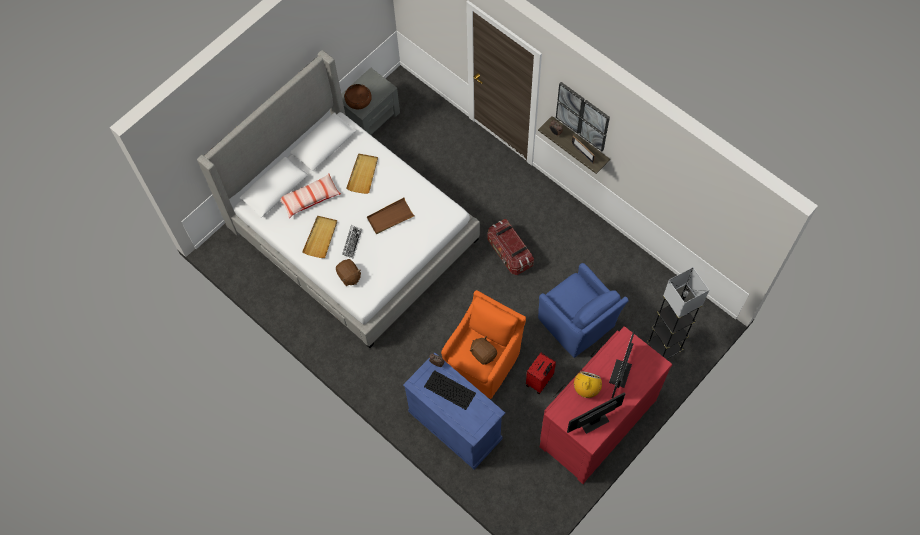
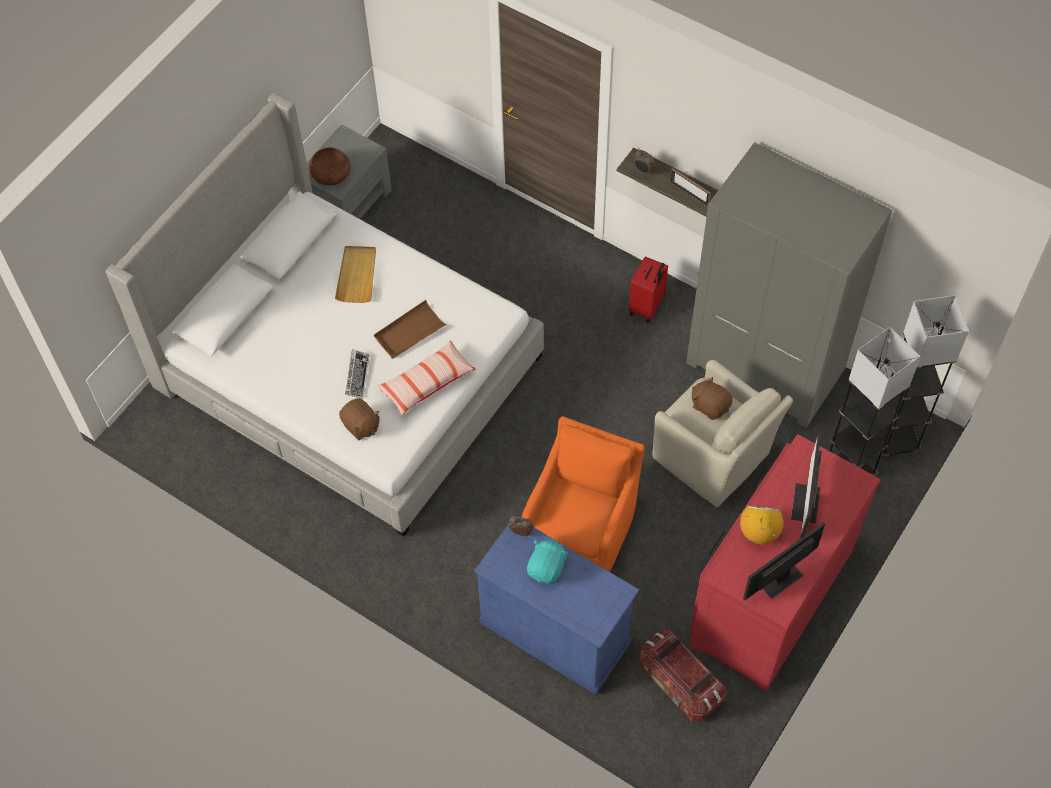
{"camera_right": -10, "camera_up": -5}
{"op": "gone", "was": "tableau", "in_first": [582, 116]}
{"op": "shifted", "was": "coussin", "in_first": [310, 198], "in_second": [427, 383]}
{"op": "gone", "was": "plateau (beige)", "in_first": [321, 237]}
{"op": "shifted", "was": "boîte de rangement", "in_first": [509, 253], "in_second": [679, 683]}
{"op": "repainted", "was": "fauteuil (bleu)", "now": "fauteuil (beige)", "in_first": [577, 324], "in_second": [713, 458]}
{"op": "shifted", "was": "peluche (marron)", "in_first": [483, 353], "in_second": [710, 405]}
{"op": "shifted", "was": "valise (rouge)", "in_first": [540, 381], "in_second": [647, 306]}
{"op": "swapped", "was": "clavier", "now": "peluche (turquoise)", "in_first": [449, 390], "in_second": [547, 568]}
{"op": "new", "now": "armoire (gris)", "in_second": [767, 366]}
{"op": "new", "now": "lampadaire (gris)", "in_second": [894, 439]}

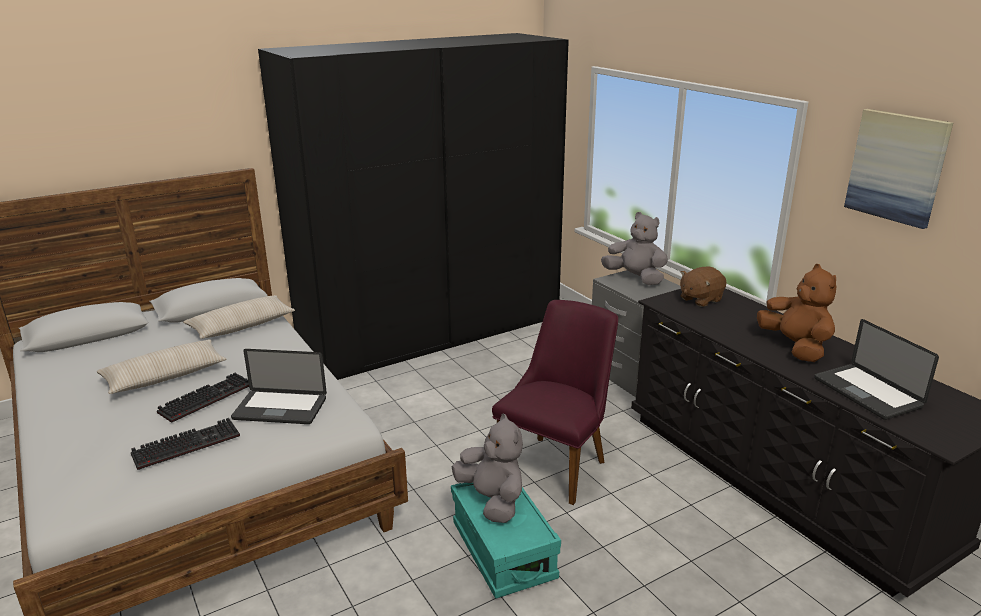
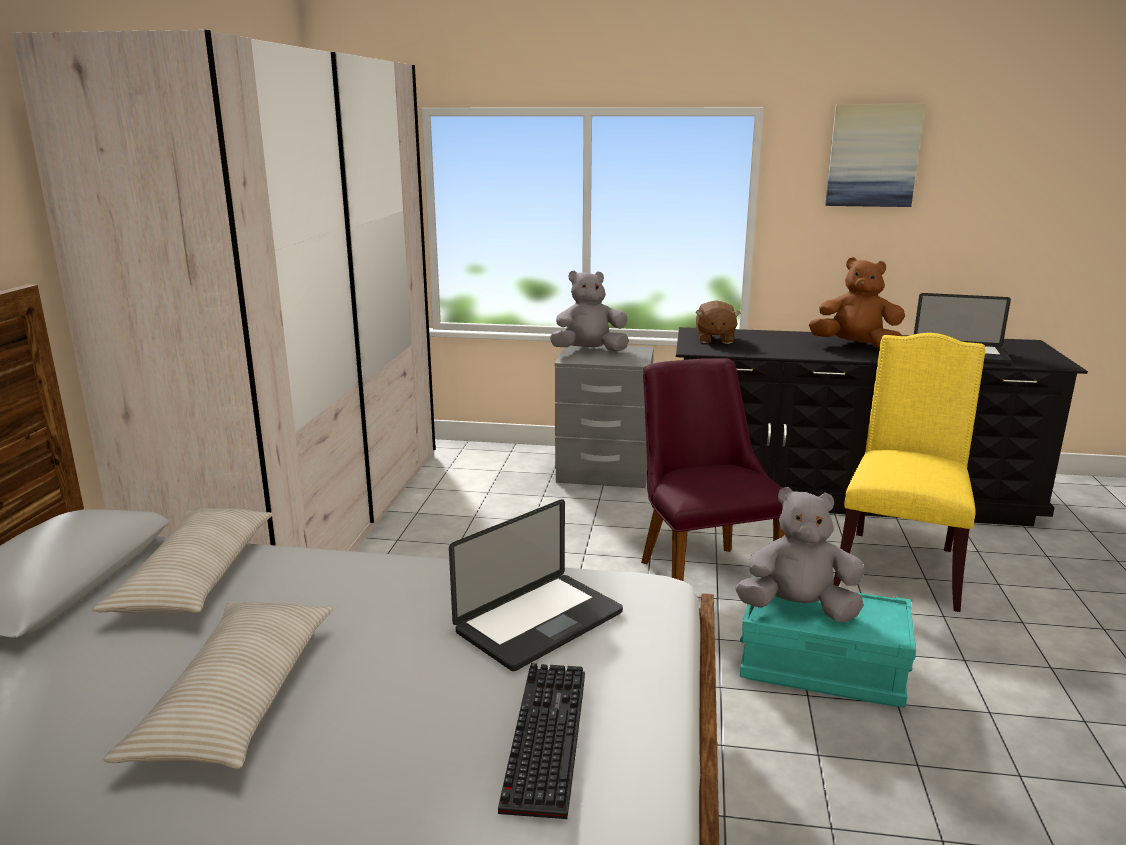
{"camera_right": -50, "camera_up": -5}
{"op": "repainted", "was": "armoire (noir)", "now": "armoire (beige)", "in_first": [432, 332], "in_second": [314, 526]}
{"op": "gone", "was": "clavier", "in_first": [206, 398]}
{"op": "new", "now": "chaise (jaune)", "in_second": [899, 565]}

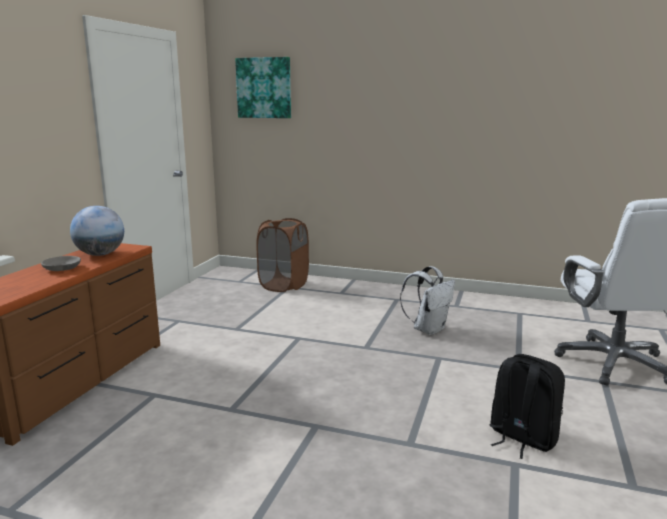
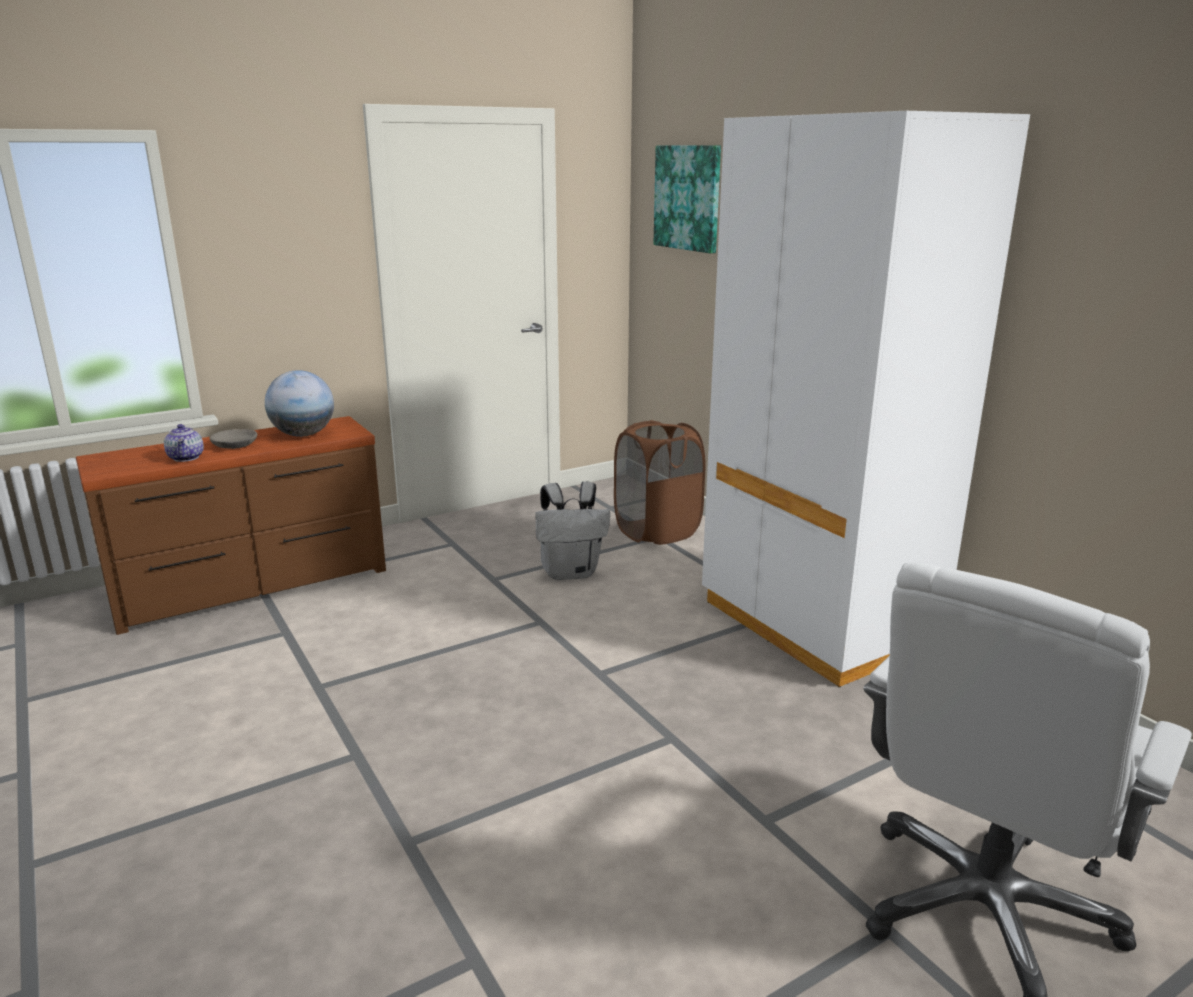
{"camera_right": 40, "camera_up": 5}
{"op": "shifted", "was": "sac à dos (blanc)", "in_first": [428, 329], "in_second": [571, 572]}
{"op": "gone", "was": "sac à dos (noir)", "in_first": [521, 438]}
{"op": "new", "now": "armoire (blanc)", "in_second": [816, 624]}
{"op": "new", "now": "théière", "in_second": [186, 457]}

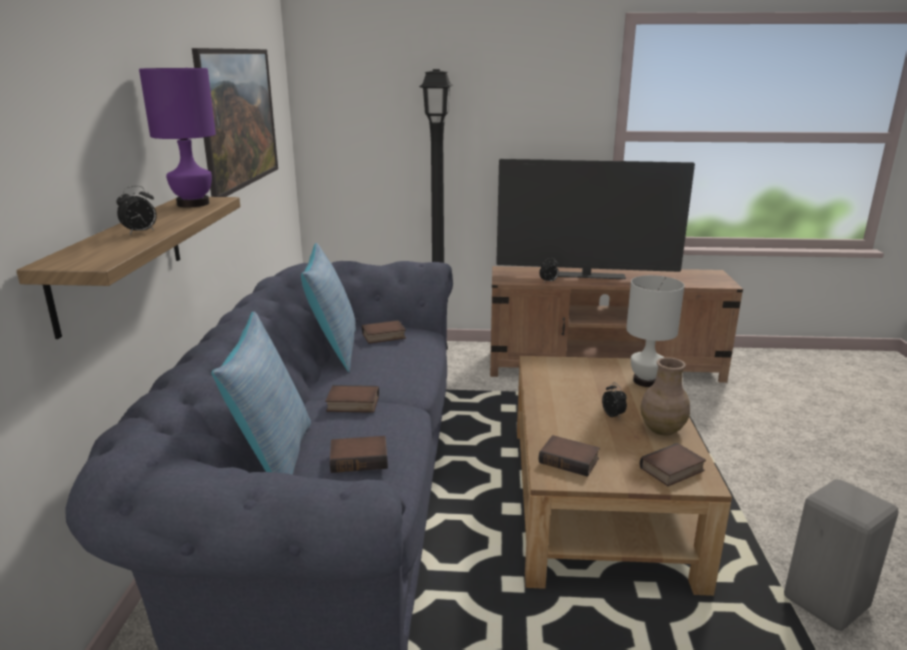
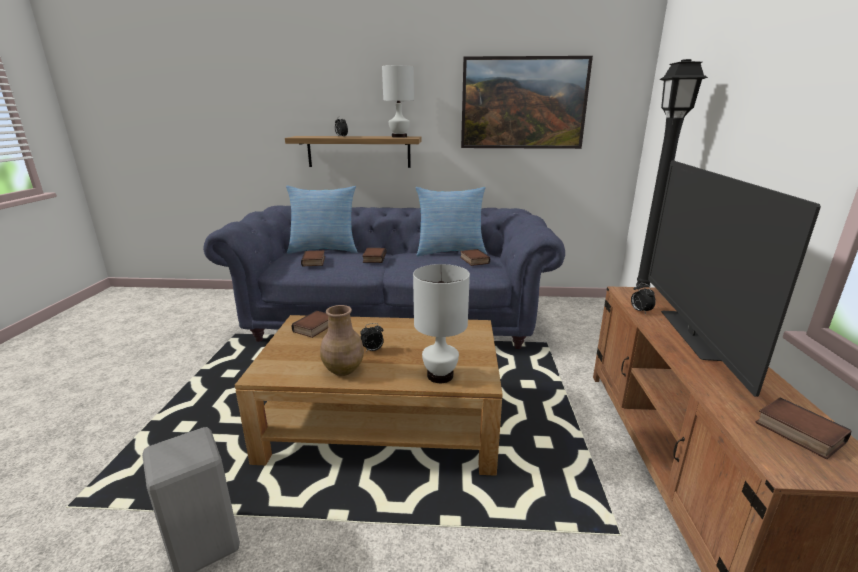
{"camera_right": 90, "camera_up": 0}
{"op": "repainted", "was": "lampe de table (violet)", "now": "lampe de table (blanc)", "in_first": [193, 204], "in_second": [399, 137]}
{"op": "shifted", "was": "livre", "in_first": [672, 470], "in_second": [797, 432]}

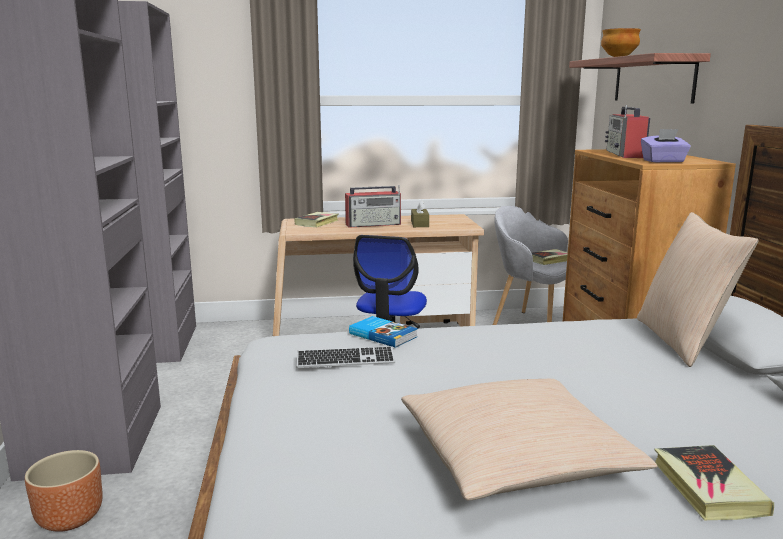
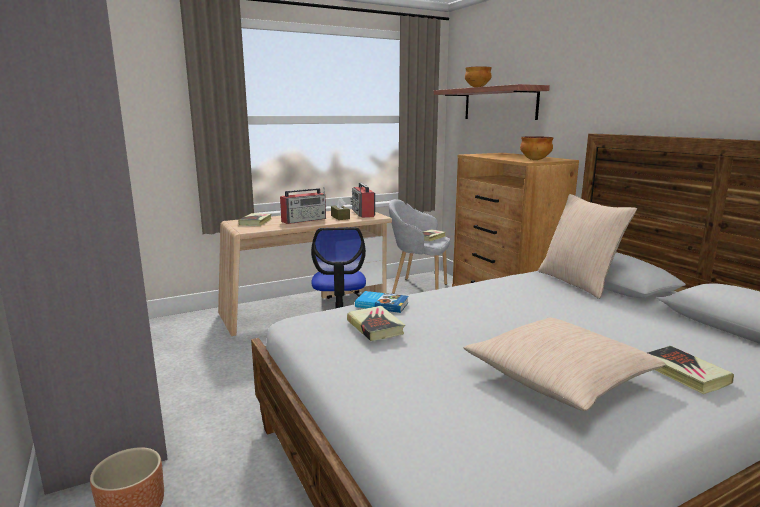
{"camera_right": -20, "camera_up": 0}
{"op": "shifted", "was": "radio", "in_first": [625, 154], "in_second": [363, 213]}
{"op": "swapped", "was": "boîte à mouchoirs (violet)", "now": "bol", "in_first": [663, 161], "in_second": [535, 160]}
{"op": "swapped", "was": "clavier", "now": "livre", "in_first": [345, 360], "in_second": [375, 327]}

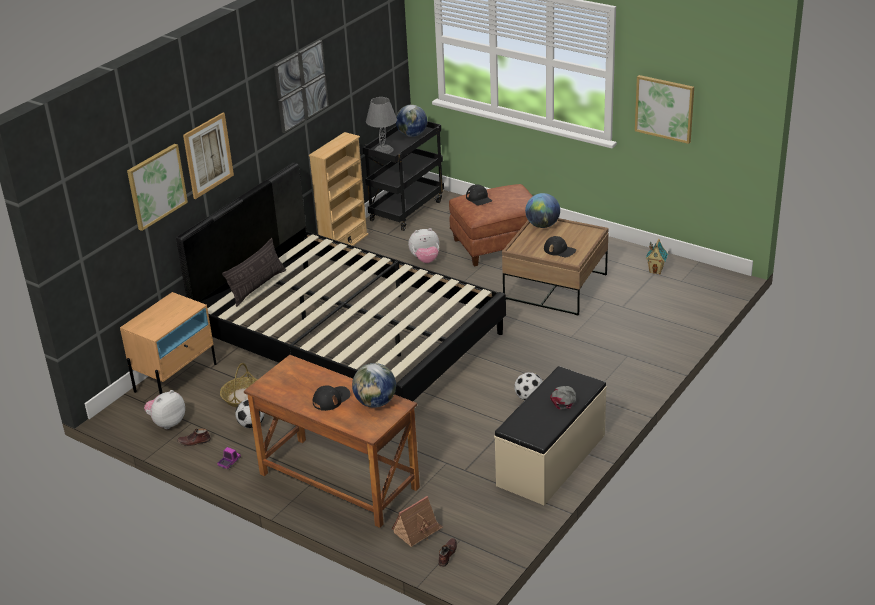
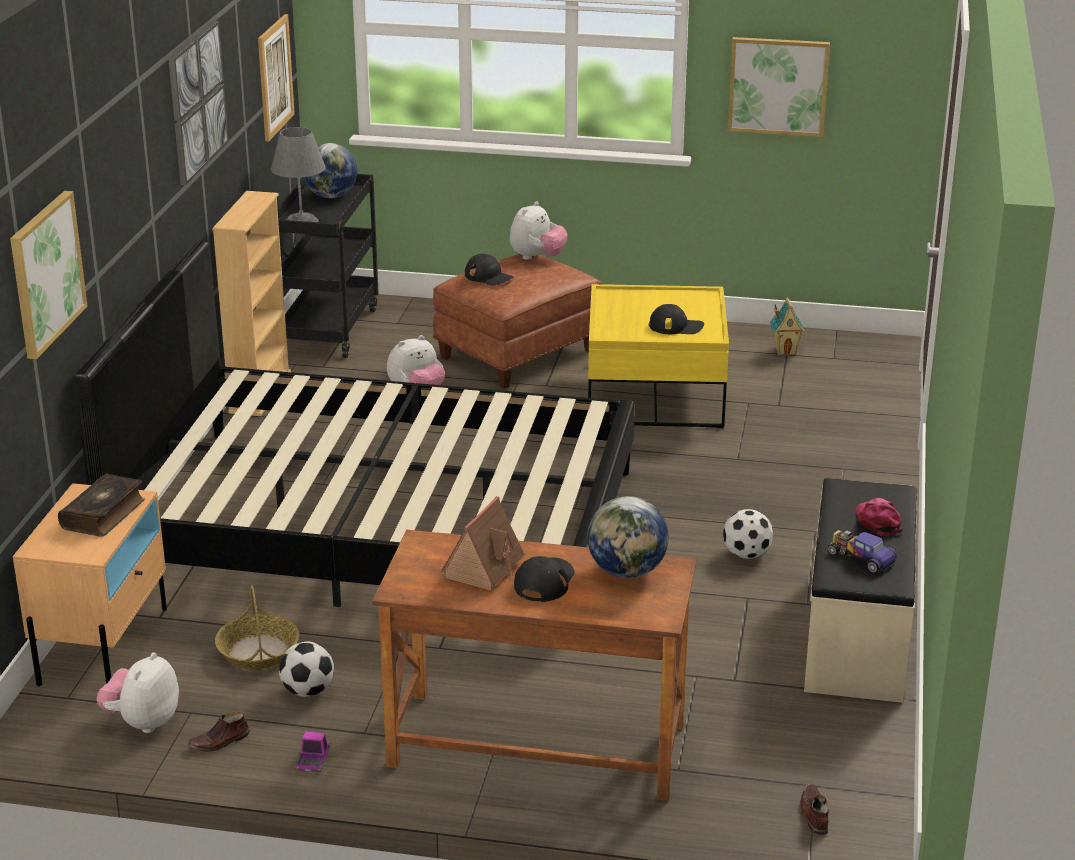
{"camera_right": -25, "camera_up": -5}
{"op": "shifted", "was": "tableau", "in_first": [208, 155], "in_second": [275, 77]}
{"op": "gone", "was": "globe", "in_first": [542, 225]}
{"op": "repainted", "was": "table basse (marron)", "now": "table basse (jaune)", "in_first": [555, 286], "in_second": [654, 395]}
{"op": "gone", "was": "coussin", "in_first": [257, 286]}
{"op": "repainted", "was": "casquette (gris)", "now": "casquette (rose)", "in_first": [563, 399], "in_second": [877, 521]}
{"op": "shifted", "was": "maison miniature", "in_first": [417, 530], "in_second": [485, 567]}
{"op": "new", "now": "peluche", "in_second": [537, 257]}
{"op": "new", "now": "livre", "in_second": [104, 514]}
{"op": "new", "now": "petite voiture", "in_second": [861, 557]}

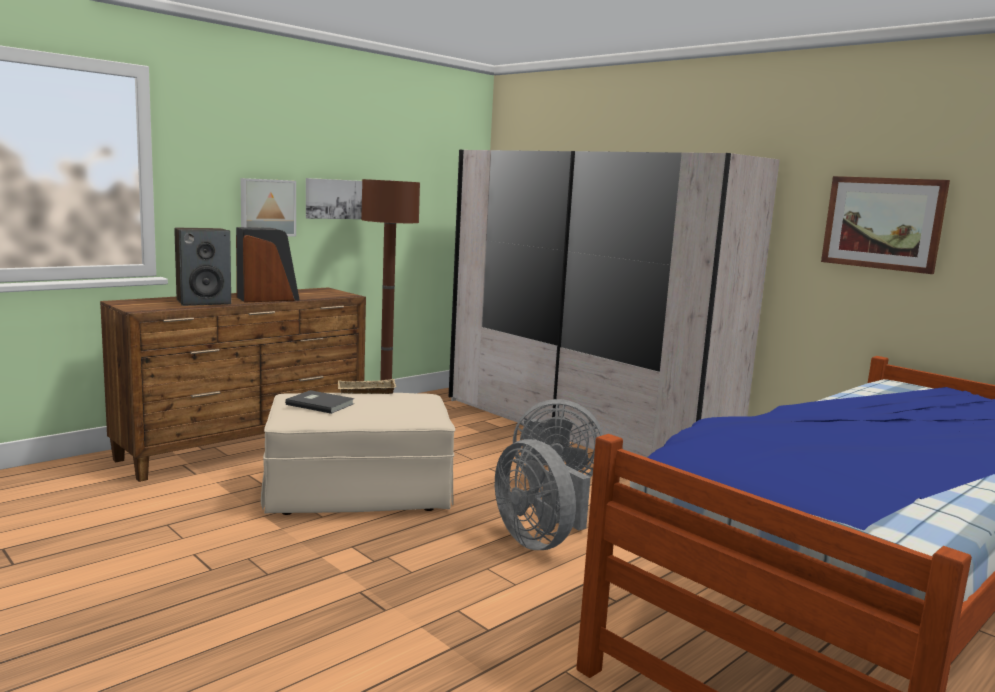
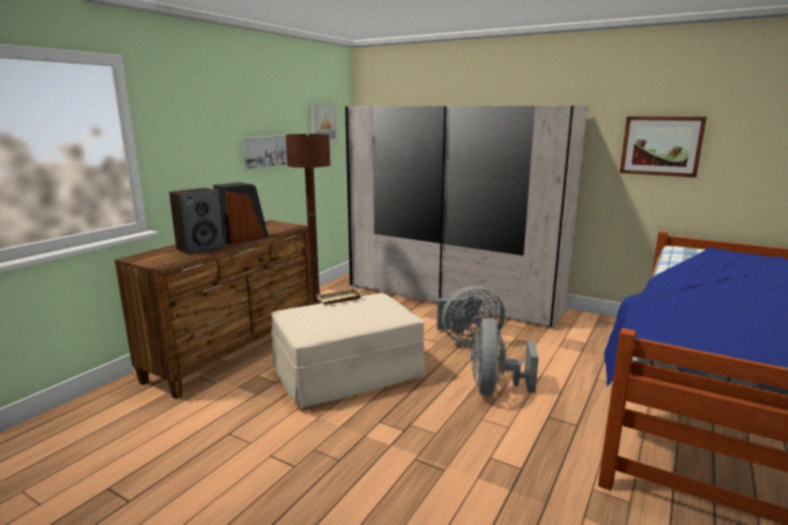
{"camera_right": -15, "camera_up": 5}
{"op": "shifted", "was": "tableau", "in_first": [267, 207], "in_second": [322, 122]}
{"op": "gone", "was": "livre (gris)", "in_first": [320, 403]}
{"op": "rotated", "was": "ventilateur (gris)", "in_first": [538, 540], "in_second": [495, 389], "clockwise": 60}

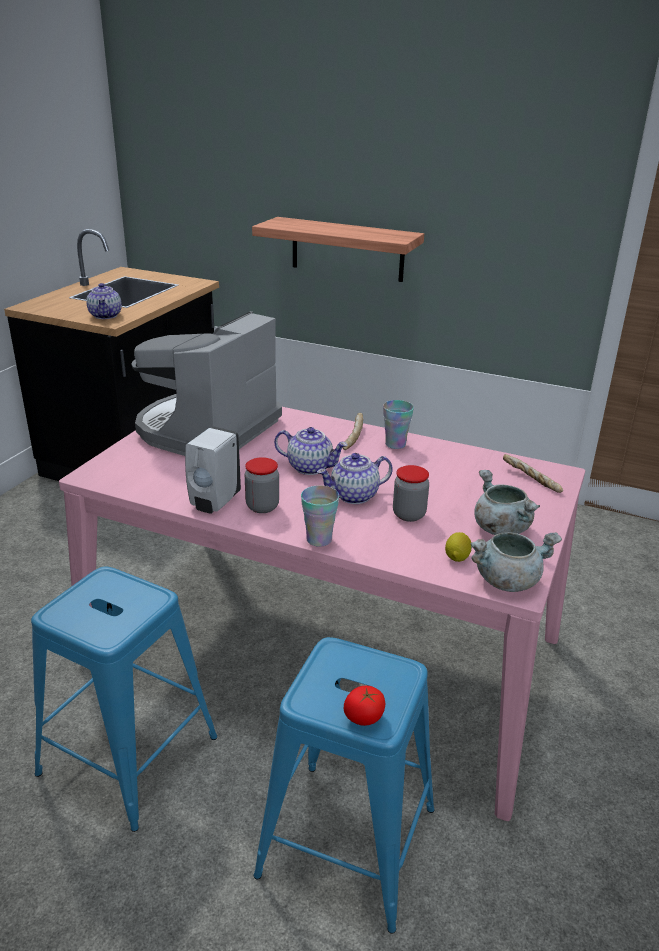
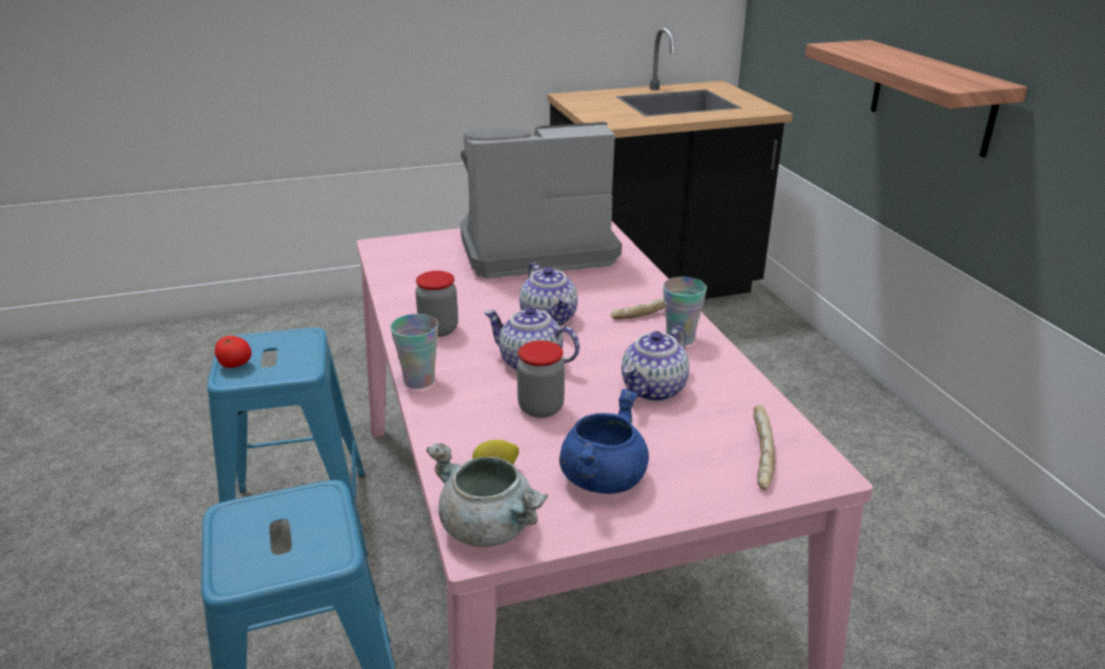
{"camera_right": 50, "camera_up": 0}
{"op": "shifted", "was": "théière", "in_first": [106, 316], "in_second": [654, 390]}
{"op": "gone", "was": "distributeur de savon (blanc)", "in_first": [214, 502]}
{"op": "repainted", "was": "marmite (gris)", "now": "marmite (bleu)", "in_first": [500, 528], "in_second": [602, 477]}
{"op": "shifted", "was": "tomate", "in_first": [363, 717], "in_second": [234, 364]}

